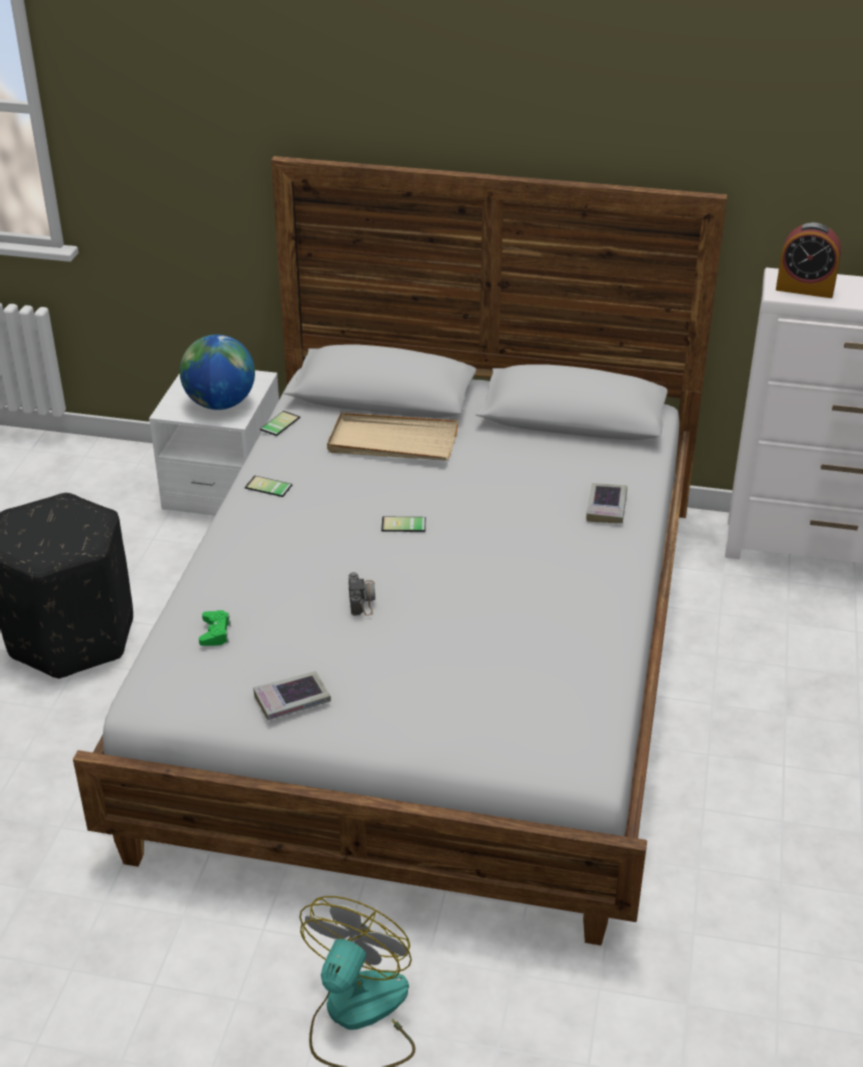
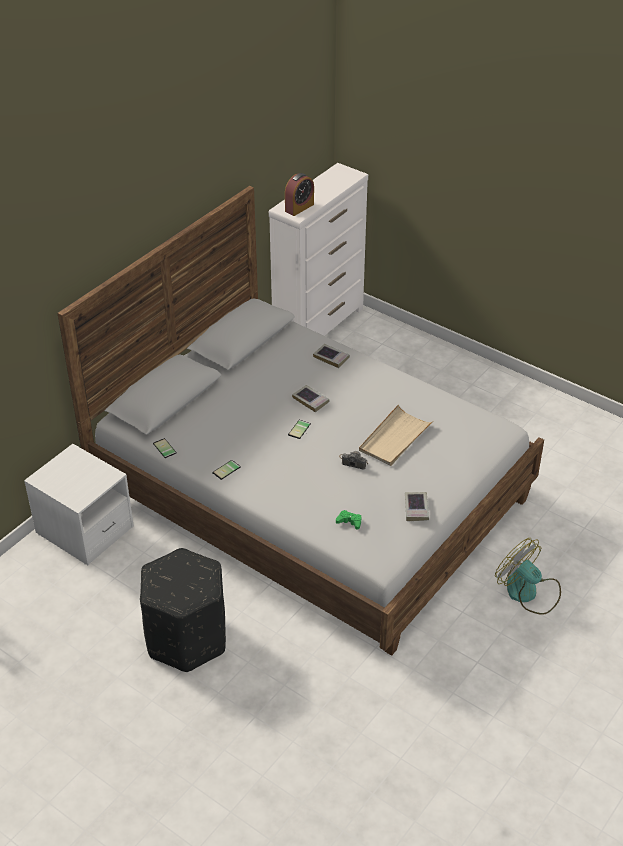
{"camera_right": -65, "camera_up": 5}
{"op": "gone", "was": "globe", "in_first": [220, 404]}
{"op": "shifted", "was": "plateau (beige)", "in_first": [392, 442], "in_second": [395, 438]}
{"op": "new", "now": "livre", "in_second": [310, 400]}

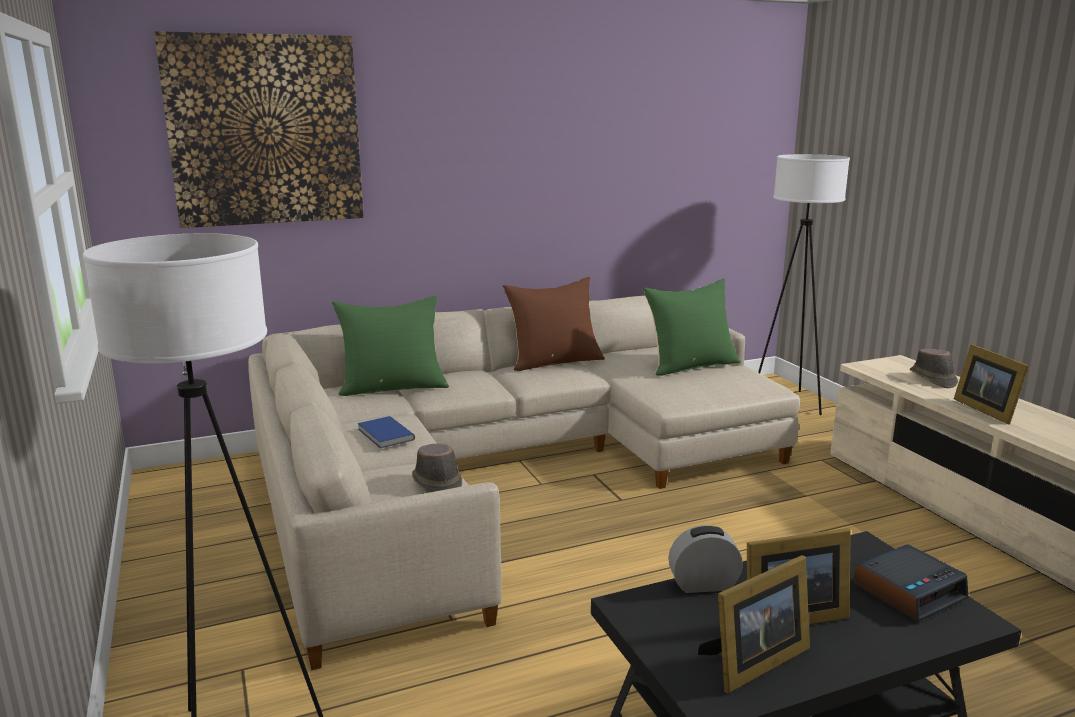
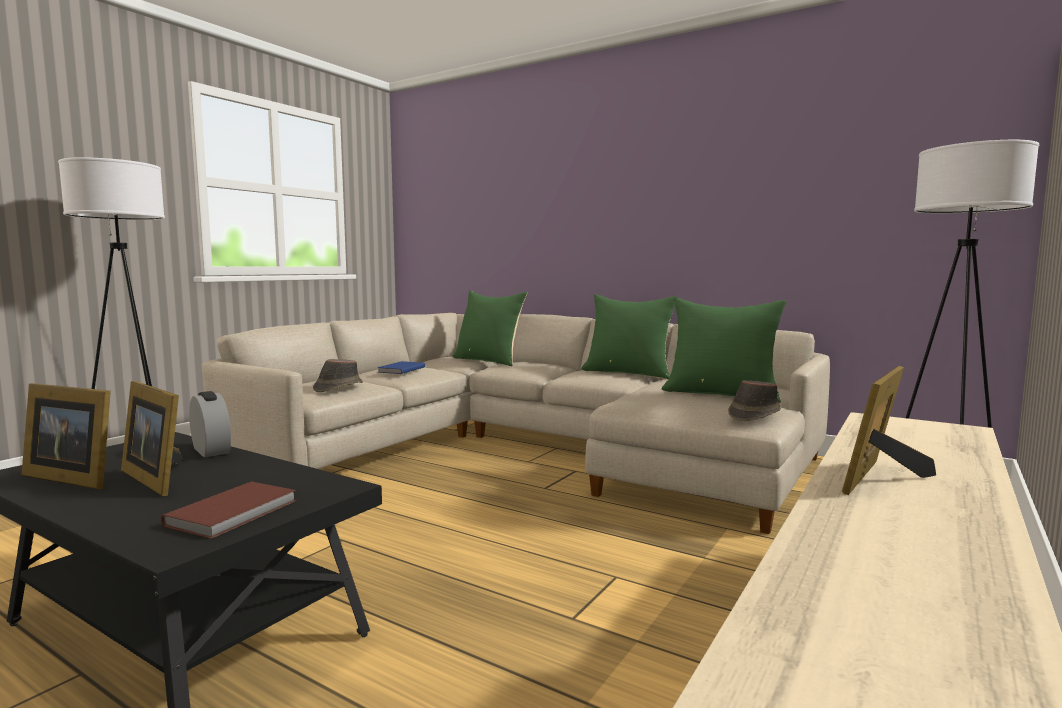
{"camera_right": 55, "camera_up": -10}
{"op": "gone", "was": "tableau", "in_first": [265, 131]}
{"op": "repainted", "was": "coussin (marron)", "now": "coussin (vert)", "in_first": [554, 362], "in_second": [628, 373]}
{"op": "shifted", "was": "chapeau (marron)", "in_first": [932, 379], "in_second": [753, 415]}
{"op": "swapped", "was": "réveil", "now": "livre (marron)", "in_first": [908, 591], "in_second": [235, 513]}

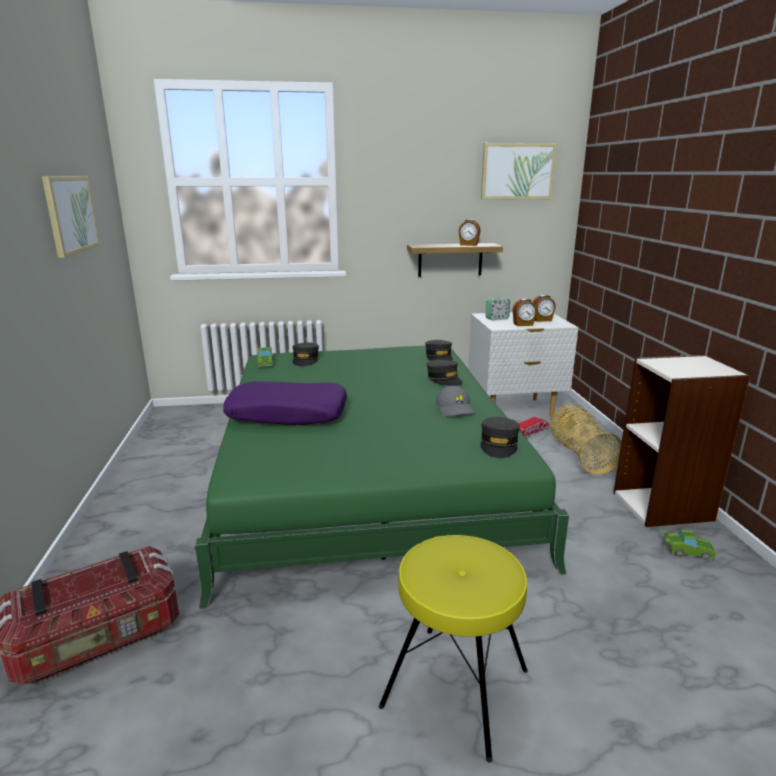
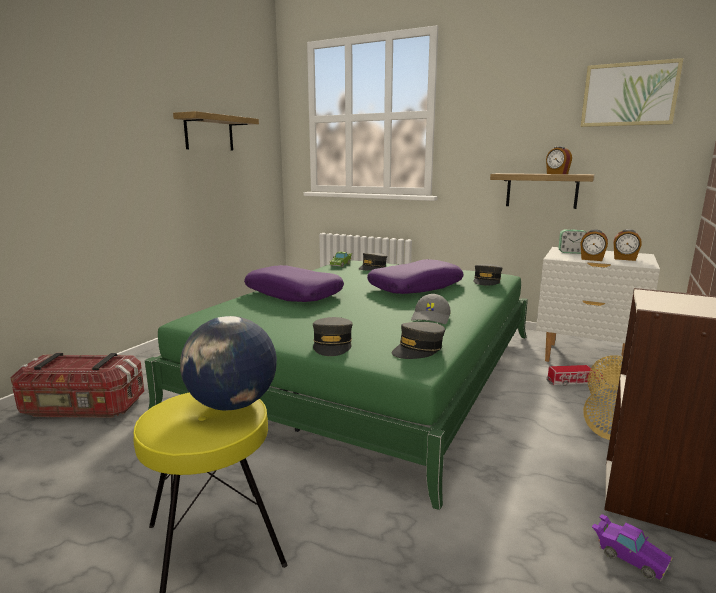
{"camera_right": 35, "camera_up": -5}
{"op": "swapped", "was": "tableau", "now": "étagère", "in_first": [70, 214], "in_second": [209, 133]}
{"op": "shifted", "was": "casquette (gris)", "in_first": [444, 379], "in_second": [332, 345]}
{"op": "repainted", "was": "petite voiture (vert)", "now": "petite voiture (violet)", "in_first": [686, 552], "in_second": [628, 557]}
{"op": "new", "now": "coussin (violet)", "in_second": [415, 287]}
{"op": "new", "now": "globe", "in_second": [231, 404]}

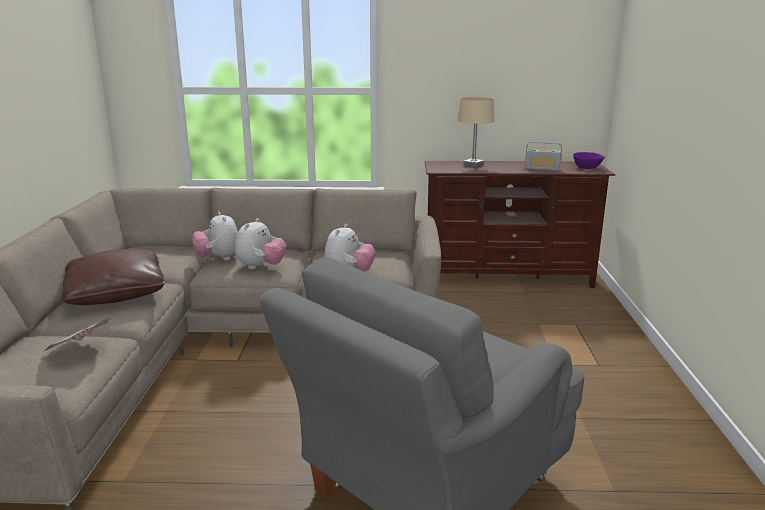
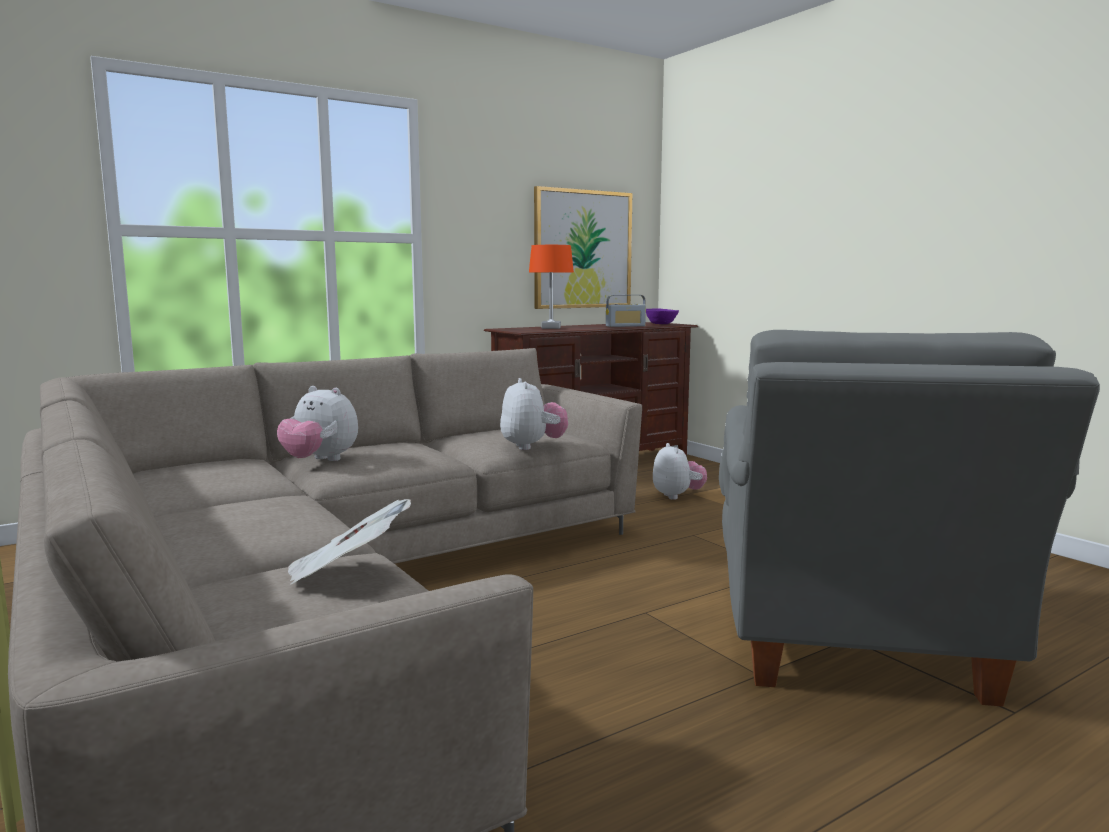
{"camera_right": -35, "camera_up": -10}
{"op": "repainted", "was": "lampe de table (beige)", "now": "lampe de table (orange)", "in_first": [473, 165], "in_second": [551, 328]}
{"op": "shifted", "was": "peluche", "in_first": [261, 267], "in_second": [677, 496]}
{"op": "gone", "was": "coussin (marron)", "in_first": [116, 293]}
{"op": "new", "now": "tableau", "in_second": [583, 249]}

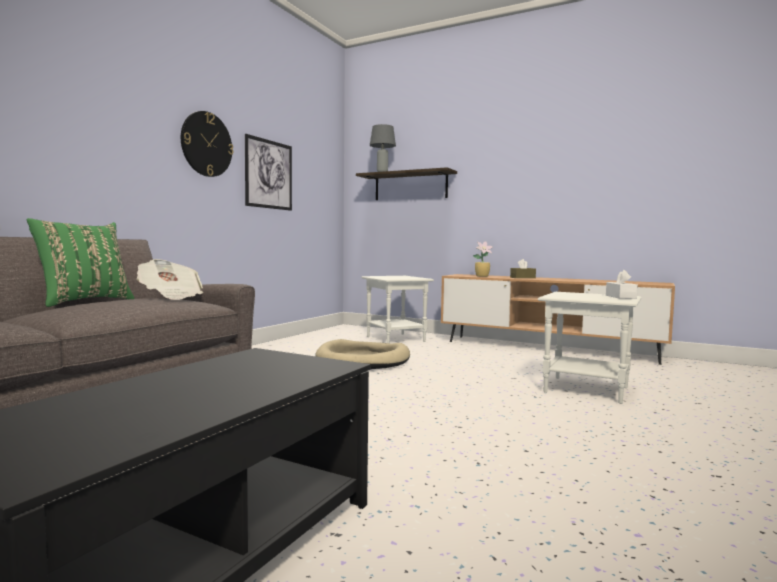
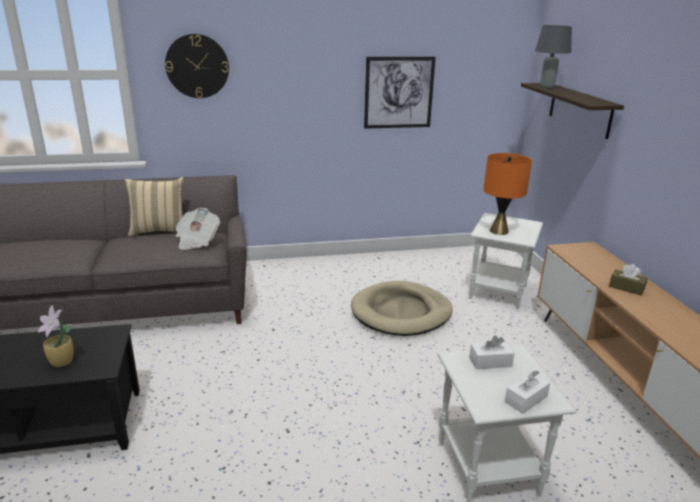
{"camera_right": 50, "camera_up": 20}
{"op": "shifted", "was": "horloge murale", "in_first": [206, 144], "in_second": [197, 66]}
{"op": "repainted", "was": "coussin (vert)", "now": "coussin (beige)", "in_first": [84, 302], "in_second": [159, 231]}
{"op": "shifted", "was": "plante en pot", "in_first": [482, 276], "in_second": [62, 362]}
{"op": "new", "now": "lampe de table (orange)", "in_second": [498, 231]}
{"op": "new", "now": "boîte à mouchoirs (blanc)", "in_second": [490, 362]}

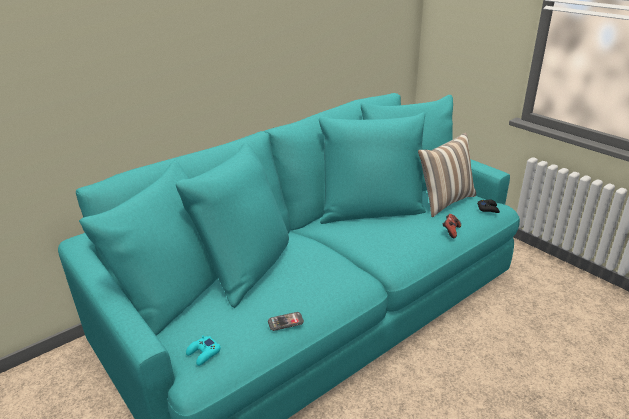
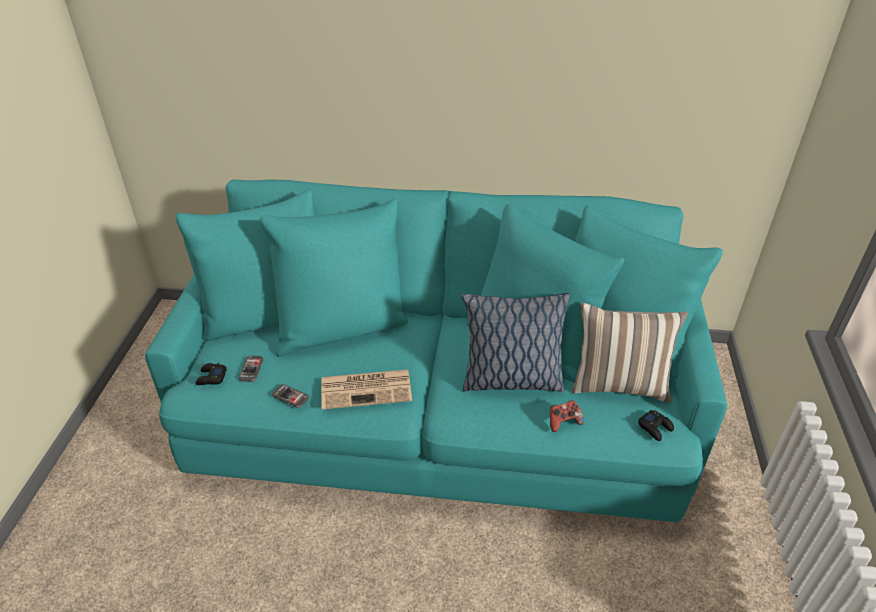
{"camera_right": 45, "camera_up": 10}
{"op": "repainted", "was": "manette (turquoise)", "now": "manette (noir)", "in_first": [203, 353], "in_second": [211, 377]}
{"op": "new", "now": "coussin", "in_second": [510, 380]}
{"op": "new", "now": "téléphone", "in_second": [251, 369]}
{"op": "new", "now": "journal", "in_second": [367, 389]}

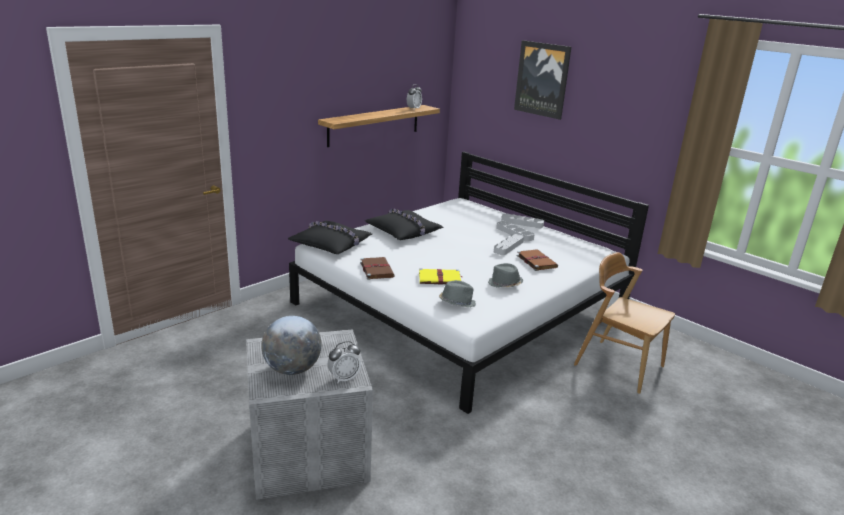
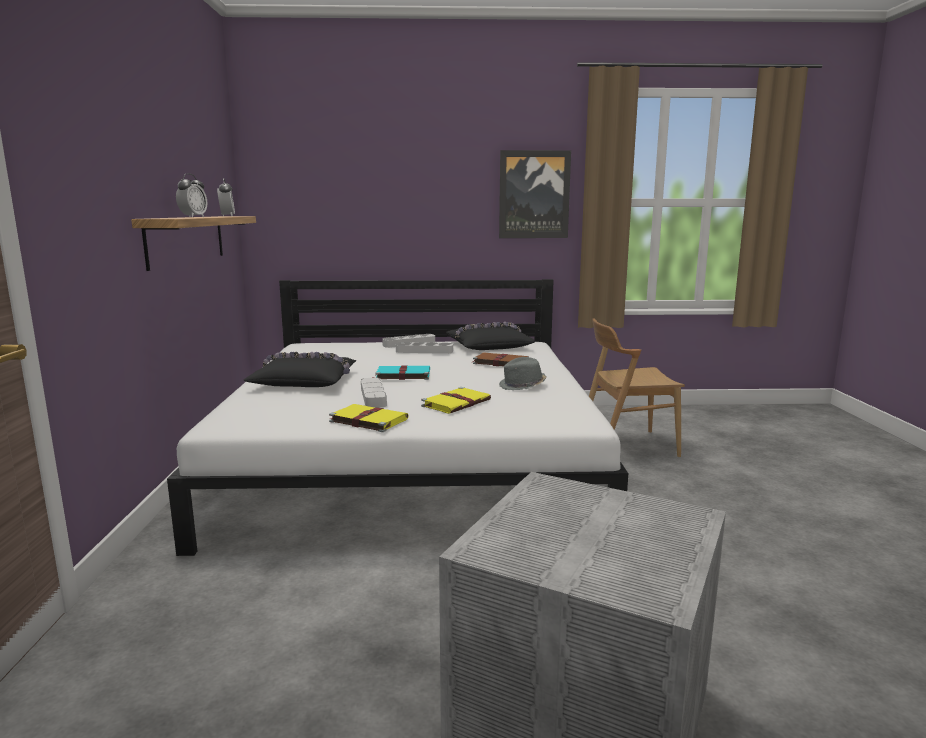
{"camera_right": -45, "camera_up": -10}
{"op": "shifted", "was": "tableau", "in_first": [542, 79], "in_second": [534, 195]}
{"op": "shifted", "was": "coussin (noir)", "in_first": [332, 244], "in_second": [488, 346]}
{"op": "shifted", "was": "plateau (gris)", "in_first": [508, 247], "in_second": [373, 396]}
{"op": "repainted", "was": "livre (marron)", "now": "livre (jaune)", "in_first": [376, 269], "in_second": [367, 420]}
{"op": "gone", "was": "chapeau (gris)", "in_first": [456, 303]}
{"op": "gone", "was": "globe", "in_first": [292, 369]}
{"op": "shifted", "was": "réveil", "in_first": [344, 378], "in_second": [193, 217]}
{"op": "new", "now": "livre (turquoise)", "in_second": [402, 375]}

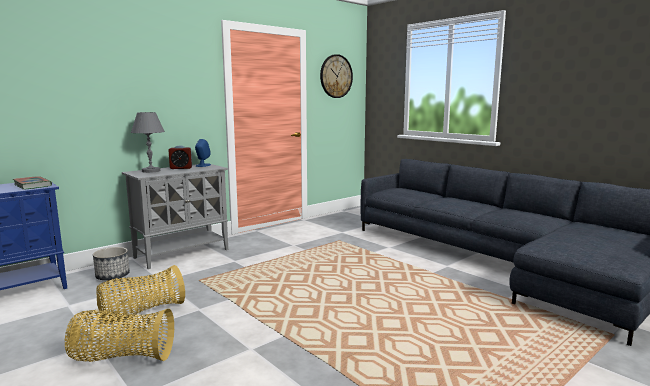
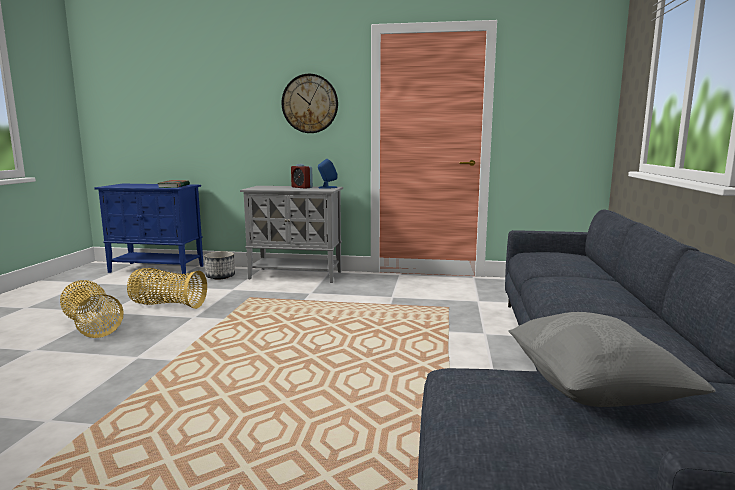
{"camera_right": 50, "camera_up": 0}
{"op": "shifted", "was": "horloge murale", "in_first": [336, 76], "in_second": [310, 103]}
{"op": "gone", "was": "lampe de table (gris)", "in_first": [151, 171]}
{"op": "new", "now": "coussin (gris)", "in_second": [593, 392]}

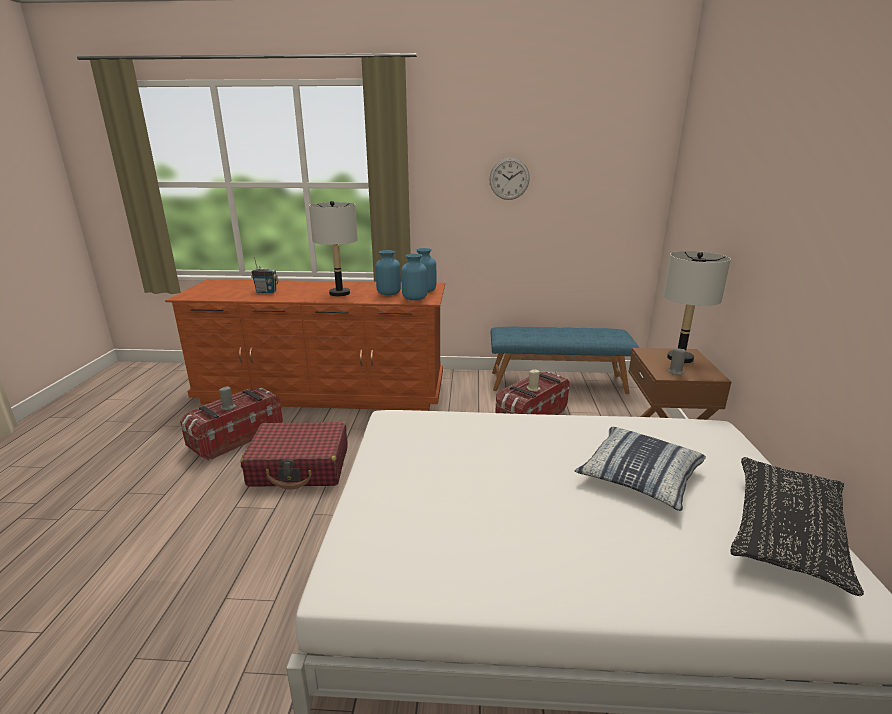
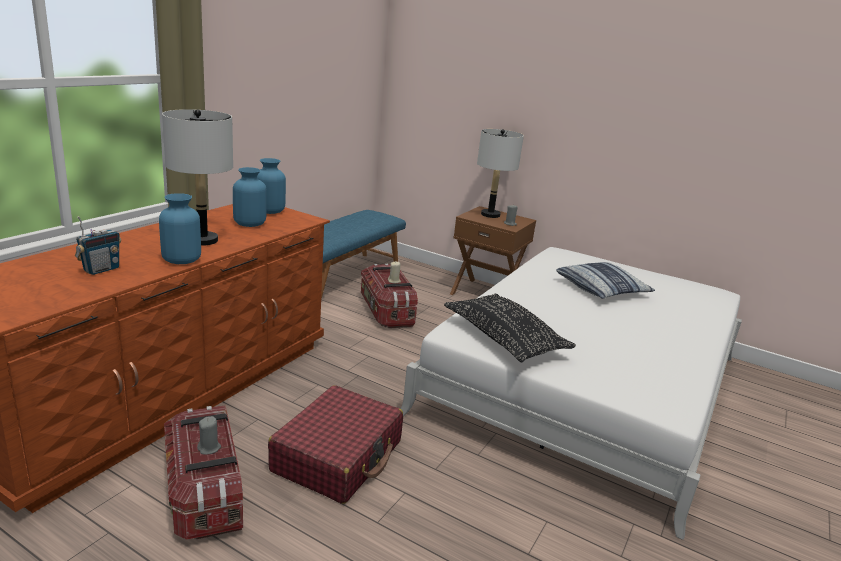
{"camera_right": -65, "camera_up": 0}
{"op": "gone", "was": "horloge murale", "in_first": [509, 179]}
{"op": "shifted", "was": "vase (bleu)", "in_first": [414, 298], "in_second": [181, 260]}
{"op": "shifted", "was": "coussin (noir)", "in_first": [785, 533], "in_second": [504, 339]}

